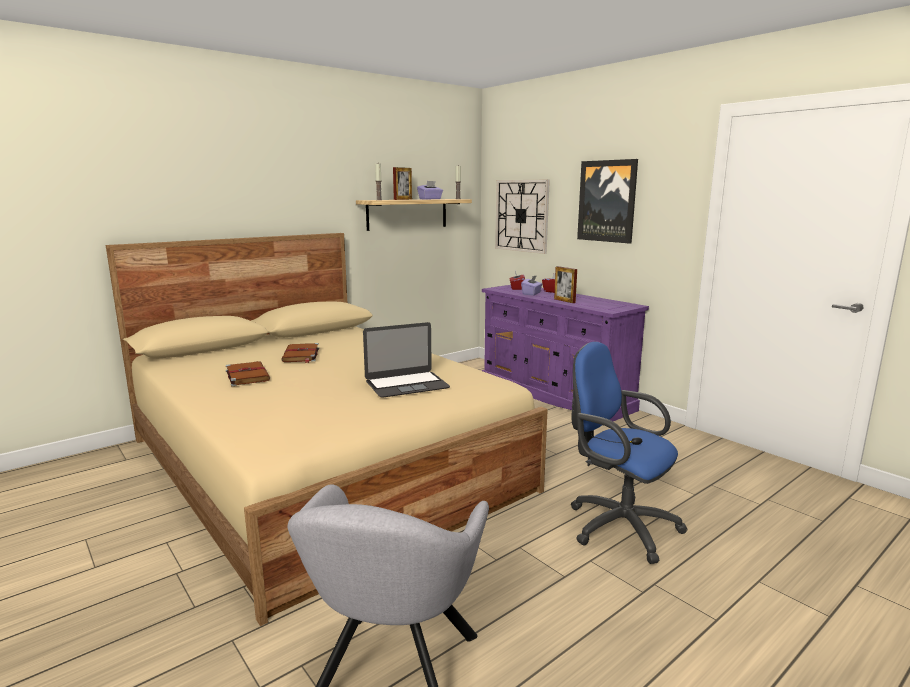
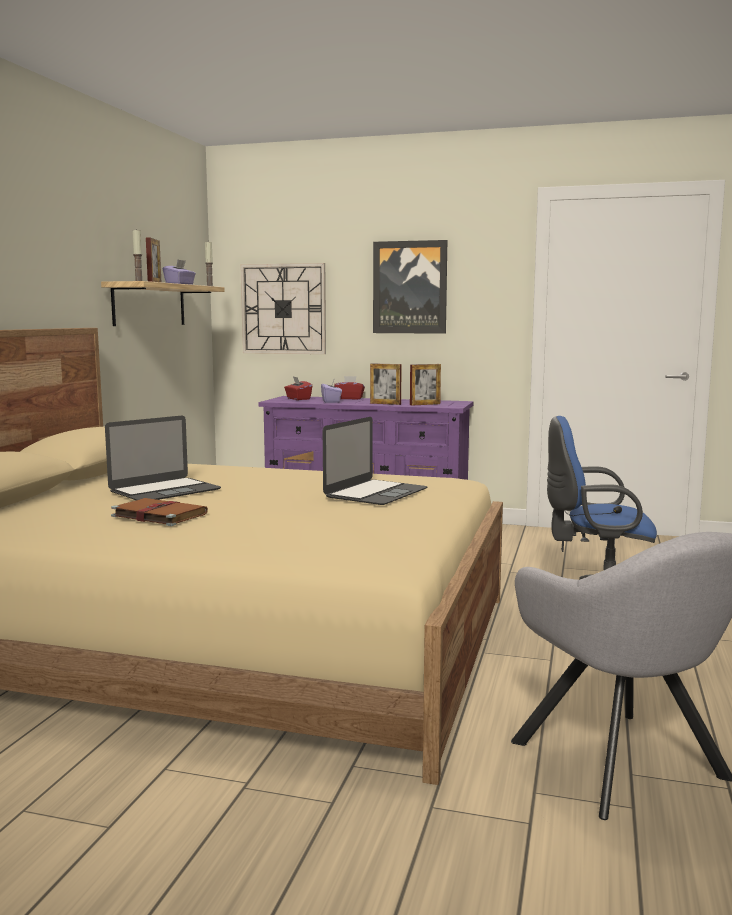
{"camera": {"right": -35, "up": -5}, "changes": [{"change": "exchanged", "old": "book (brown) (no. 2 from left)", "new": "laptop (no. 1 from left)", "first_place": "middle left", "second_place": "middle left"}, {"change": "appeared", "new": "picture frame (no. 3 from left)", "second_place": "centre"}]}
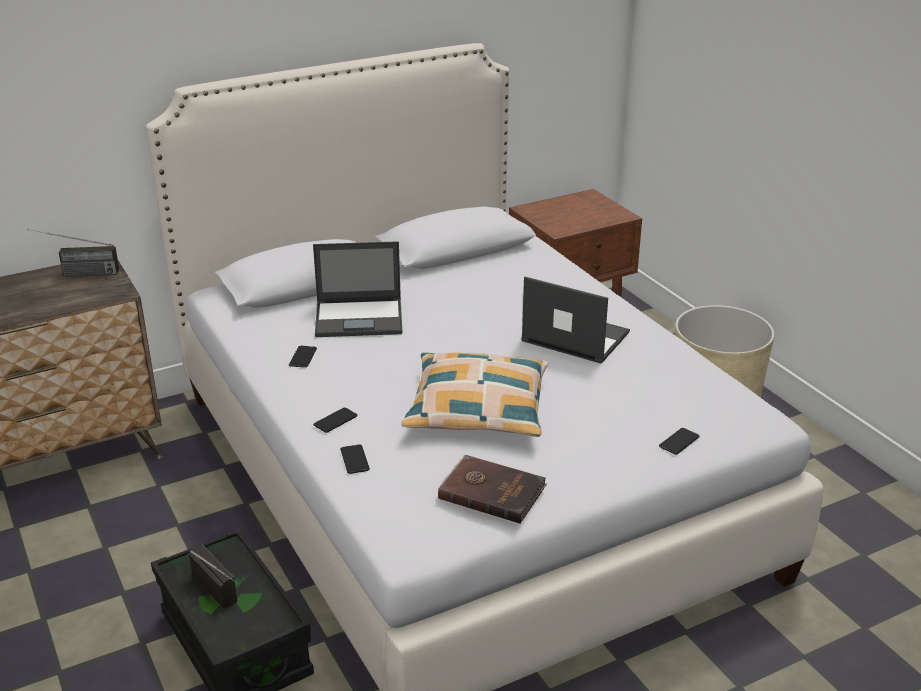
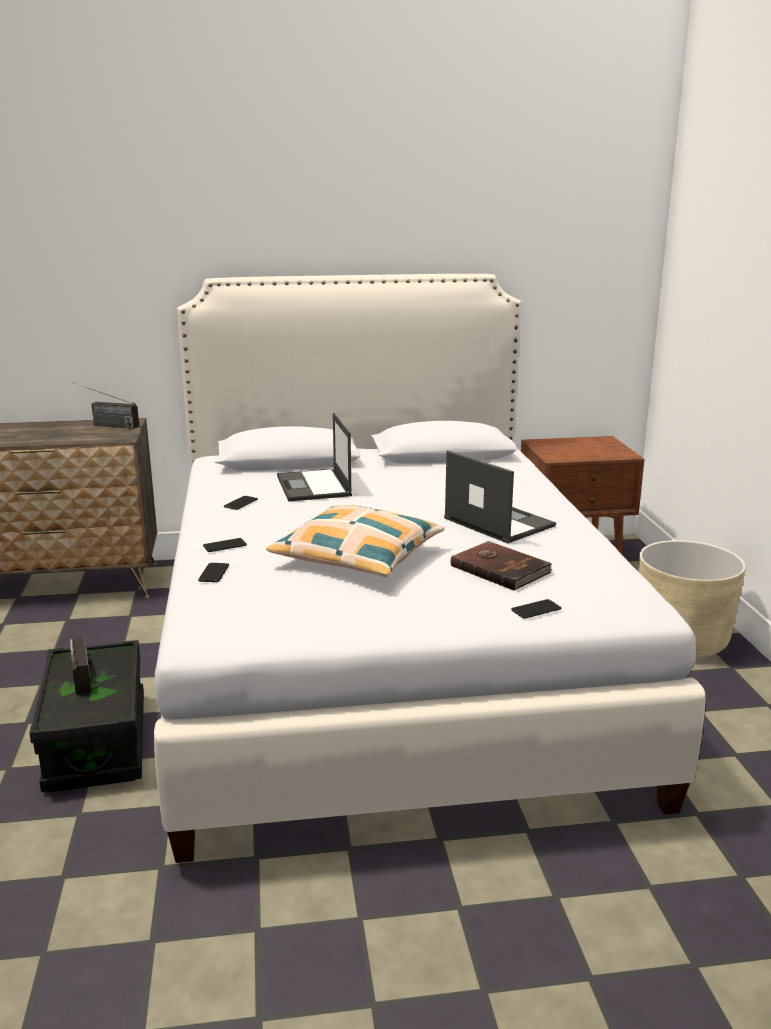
{"camera": {"right": 20, "up": -10}, "changes": [{"change": "spun", "old": "laptop (no. 1 from left)", "first_place": "centre", "second_place": "centre", "degrees": 60}, {"change": "relocated", "old": "book (brown)", "first_place": "bottom centre", "second_place": "centre"}]}
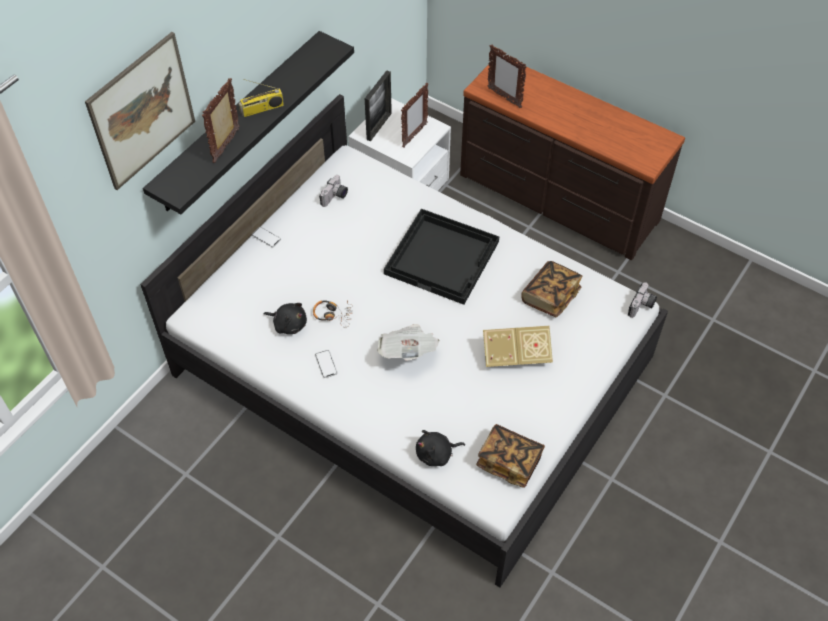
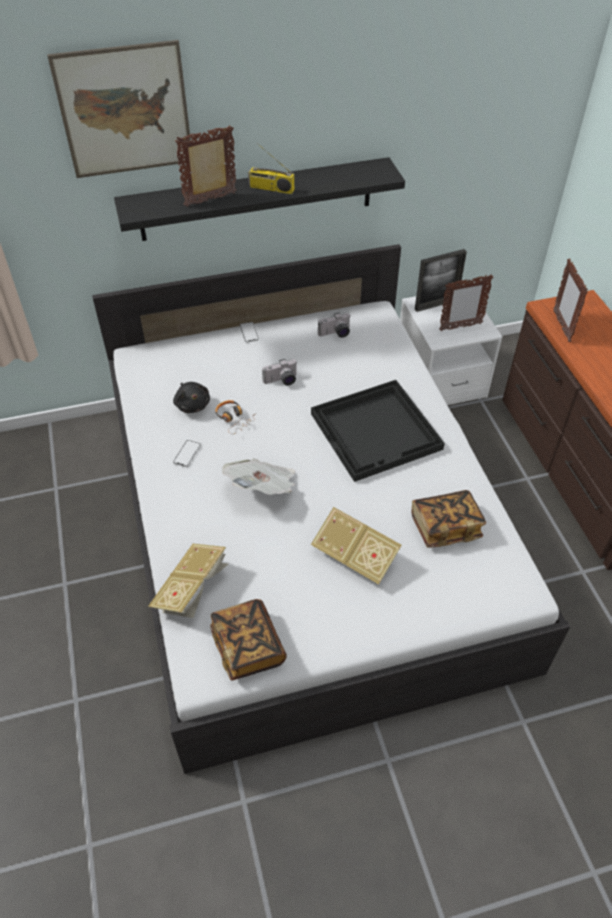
{"camera": {"right": 40, "up": -5}, "changes": [{"change": "exchanged", "old": "plush toy (black) (no. 2 from left)", "new": "book (no. 1 from left)", "first_place": "bottom centre", "second_place": "middle left"}, {"change": "relocated", "old": "photo camera (no. 2 from left in the first image)", "new": "photo camera (no. 1 from left)", "first_place": "middle right", "second_place": "centre"}]}
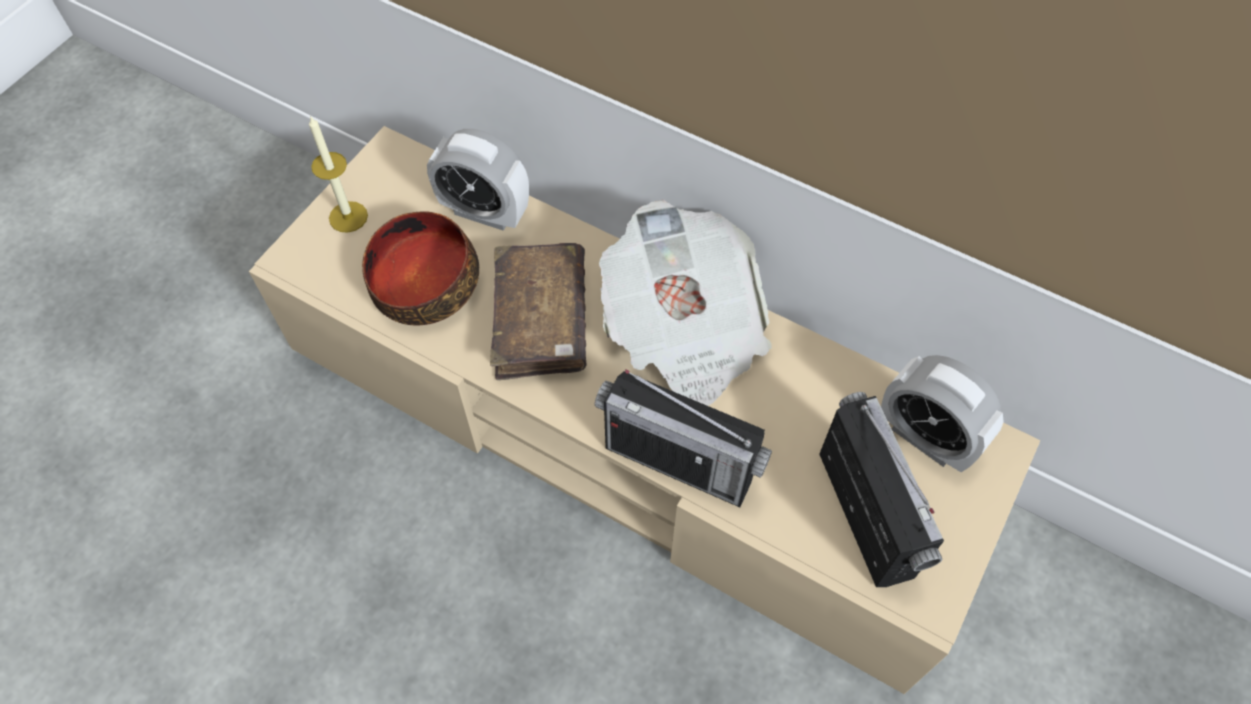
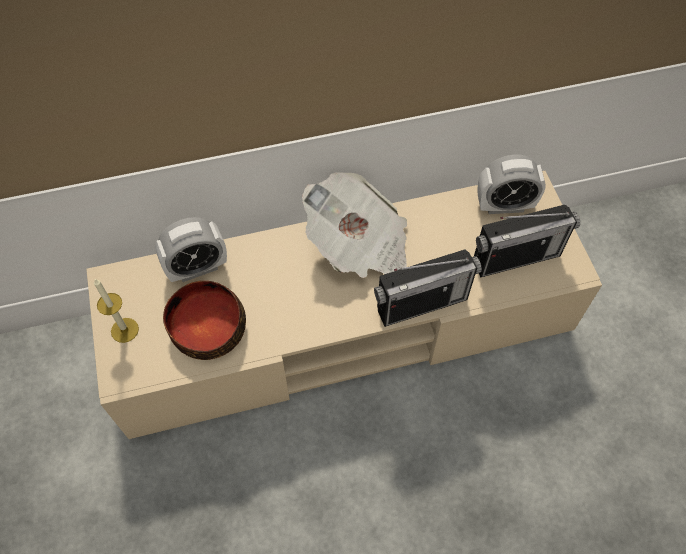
{"camera": {"right": -45, "up": 0}, "changes": [{"change": "missing", "old": "book (brown)", "first_place": "centre"}, {"change": "spun", "old": "radio (no. 2 from left)", "first_place": "bottom right", "second_place": "middle right", "degrees": 135}]}
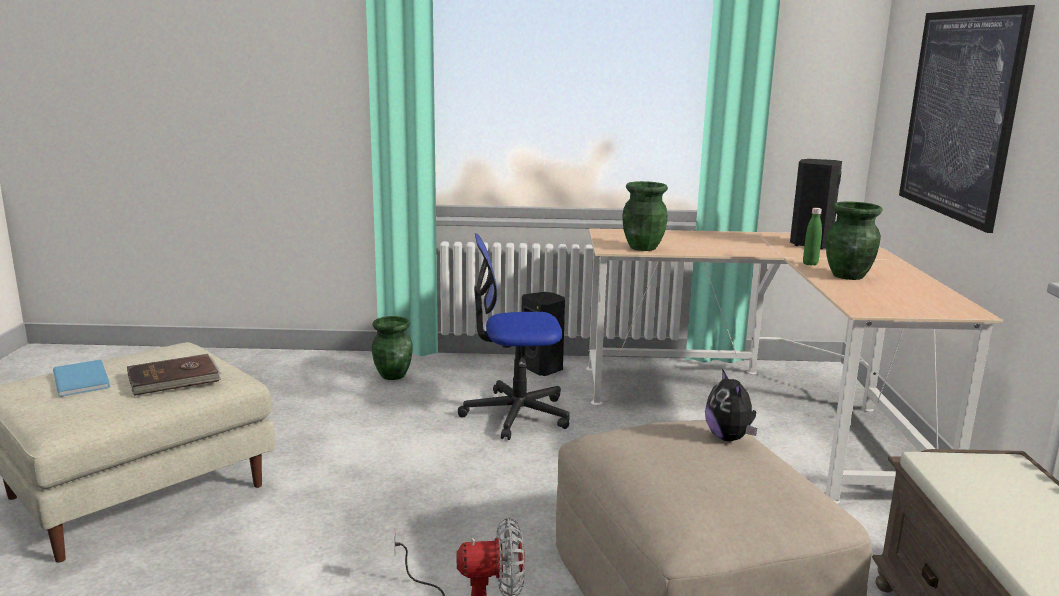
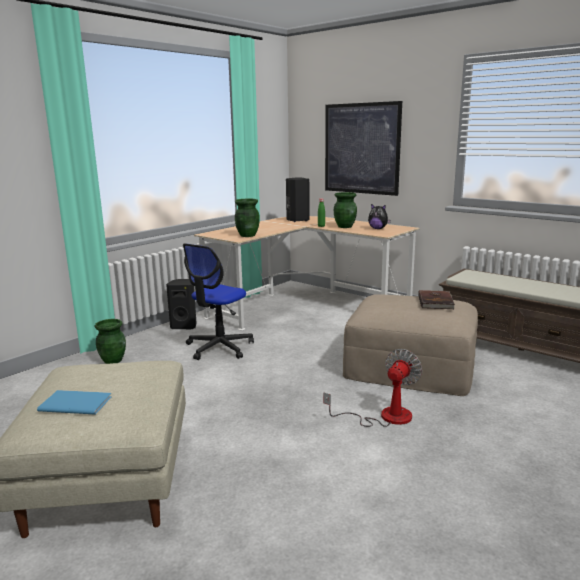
{"camera": {"right": -50, "up": 0}, "changes": [{"change": "relocated", "old": "book (brown)", "first_place": "middle left", "second_place": "middle right"}, {"change": "relocated", "old": "plush toy", "first_place": "bottom right", "second_place": "centre"}]}
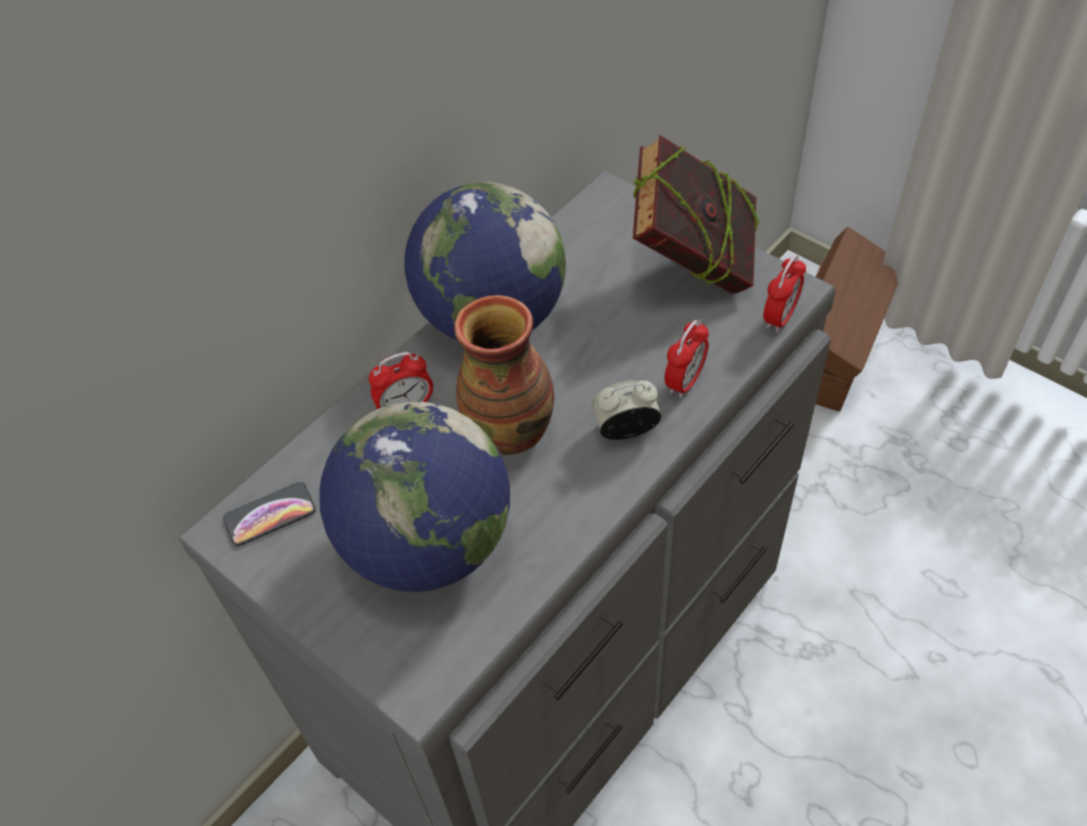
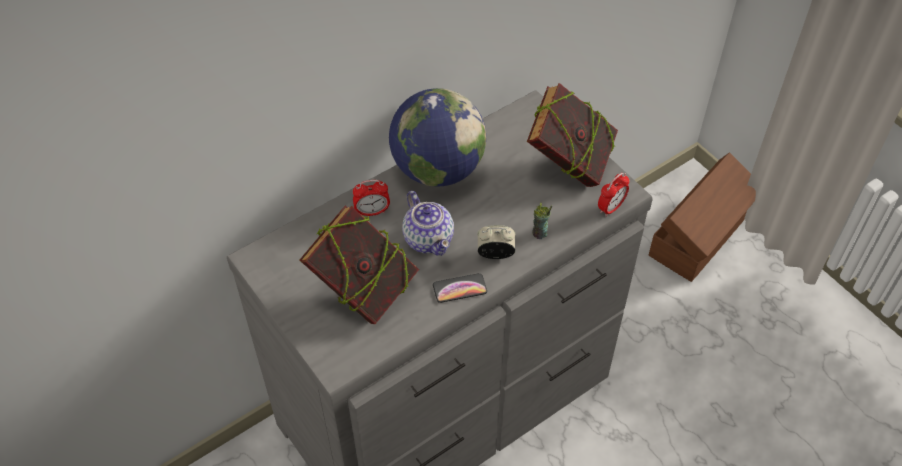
{"camera": {"right": 10, "up": 0}, "changes": [{"change": "relocated", "old": "phone", "first_place": "middle left", "second_place": "centre"}, {"change": "exchanged", "old": "globe (no. 1 from left)", "new": "book (no. 1 from left)", "first_place": "centre", "second_place": "centre"}, {"change": "exchanged", "old": "vase", "new": "teapot", "first_place": "centre", "second_place": "centre"}, {"change": "exchanged", "old": "alarm clock (no. 3 from left)", "new": "cup", "first_place": "centre", "second_place": "centre"}]}
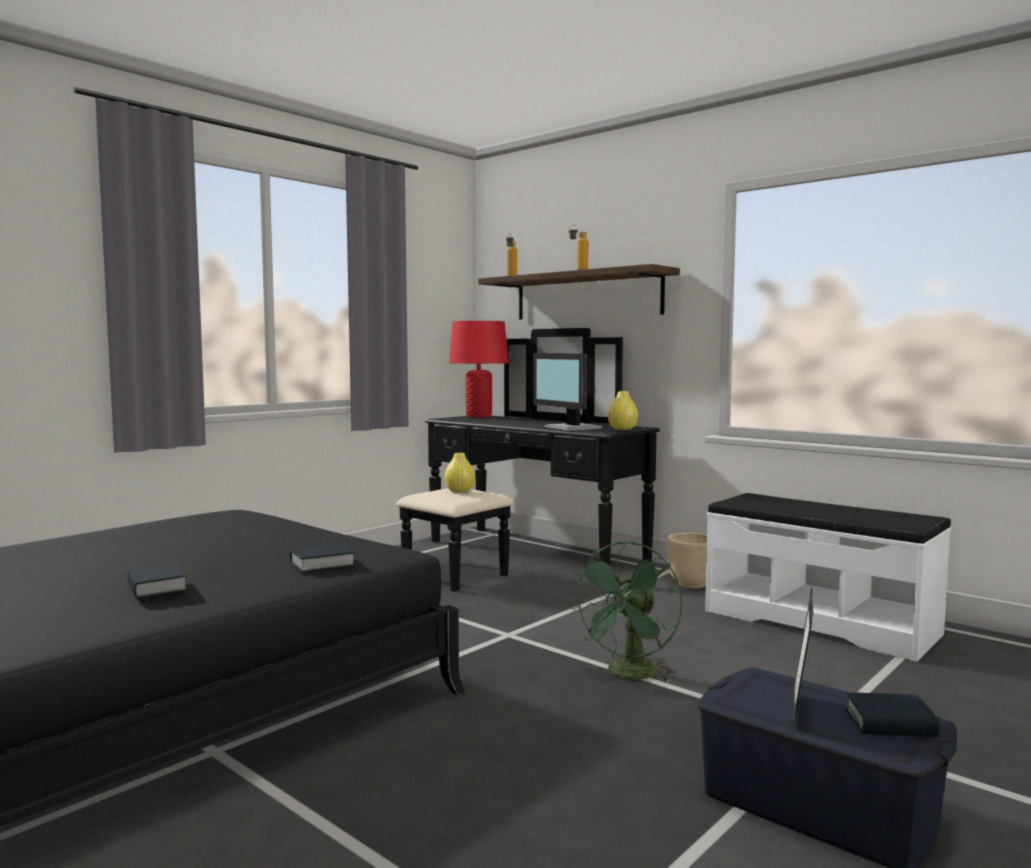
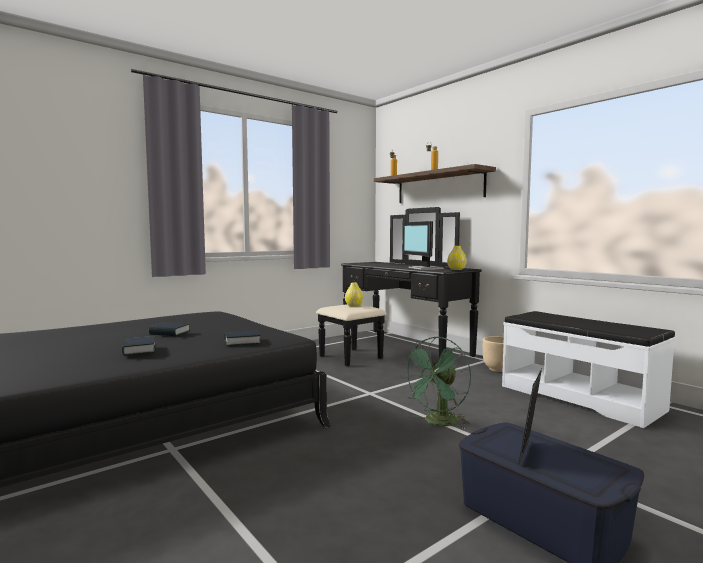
{"camera": {"right": 10, "up": 0}, "changes": [{"change": "missing", "old": "table lamp (red)", "first_place": "centre"}, {"change": "relocated", "old": "book (no. 3 from left in the first image)", "new": "book (no. 2 from left)", "first_place": "bottom right", "second_place": "middle left"}]}
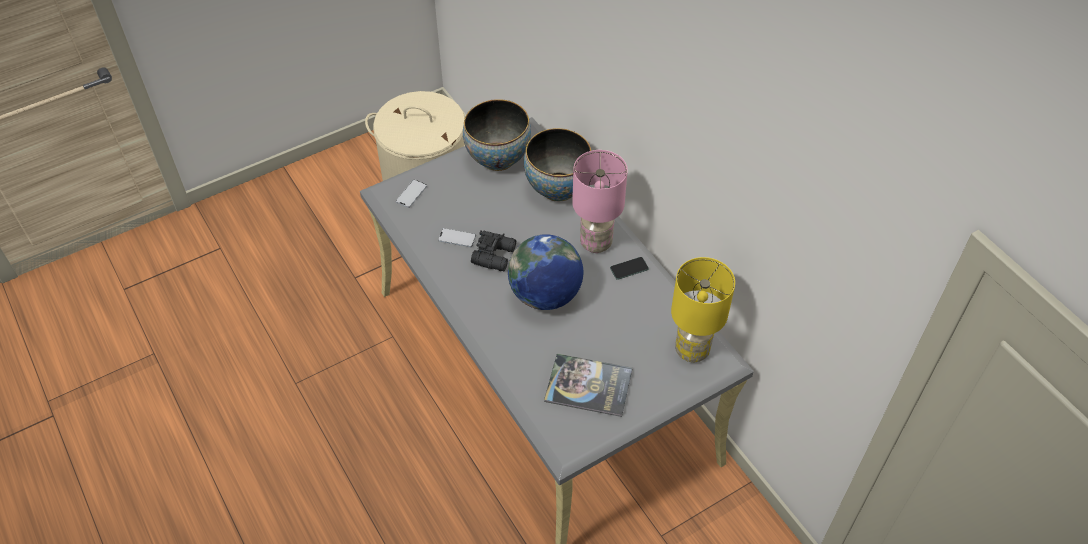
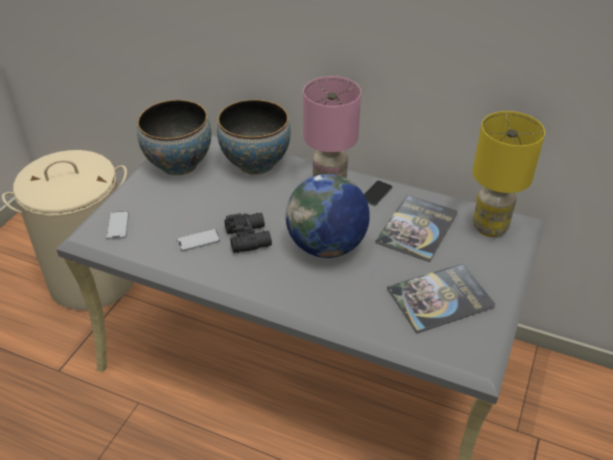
{"camera": {"right": -35, "up": -10}, "changes": [{"change": "appeared", "new": "book (no. 1 from left)", "second_place": "middle right"}]}
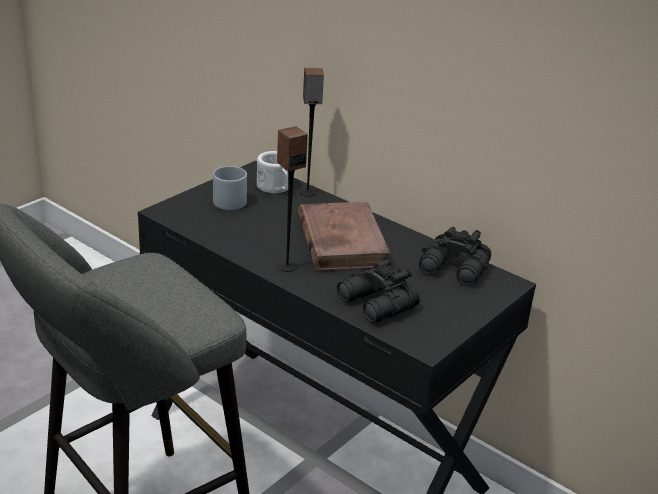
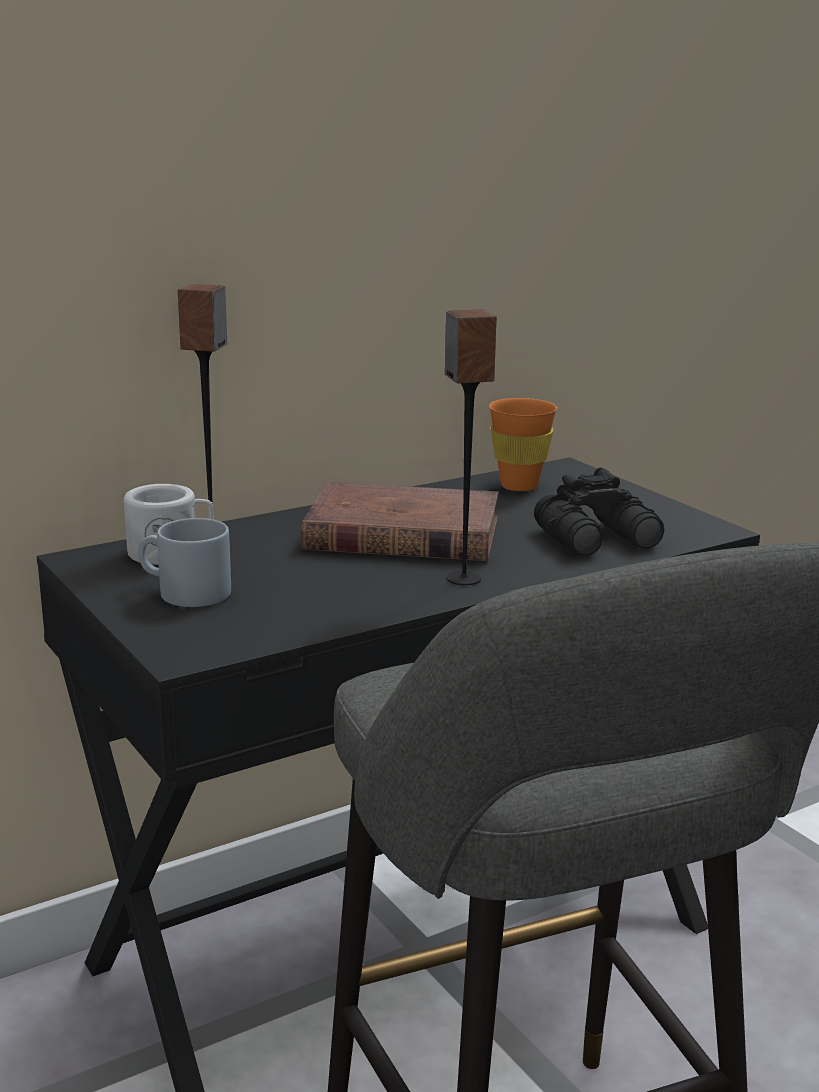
{"camera": {"right": -70, "up": -10}, "changes": [{"change": "exchanged", "old": "binoculars (black) (no. 2 from left)", "new": "cup (orange)", "first_place": "middle right", "second_place": "centre"}]}
